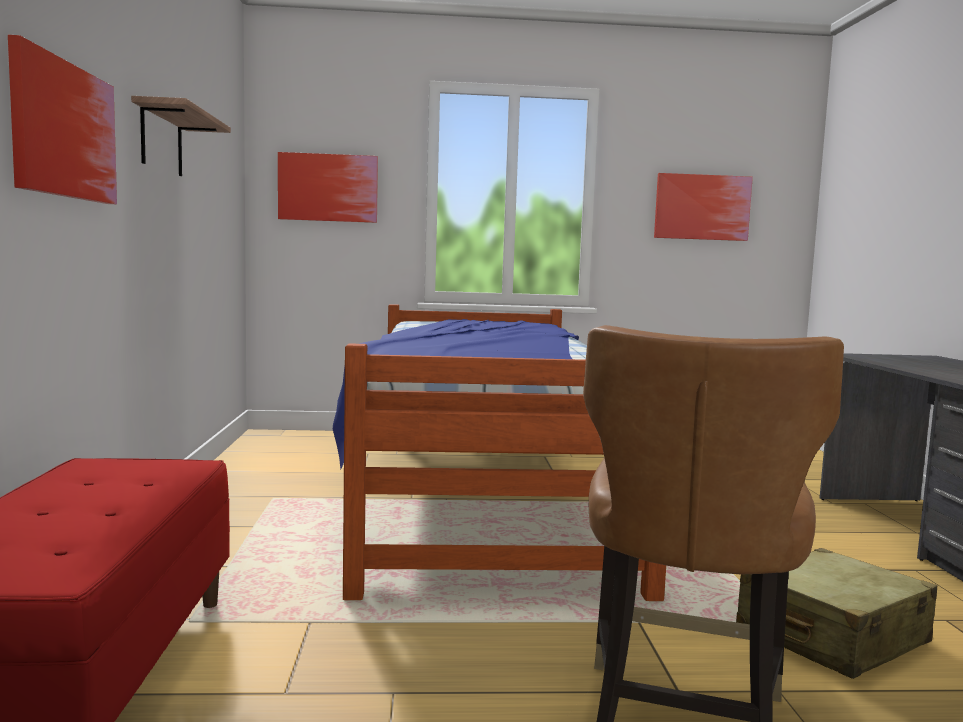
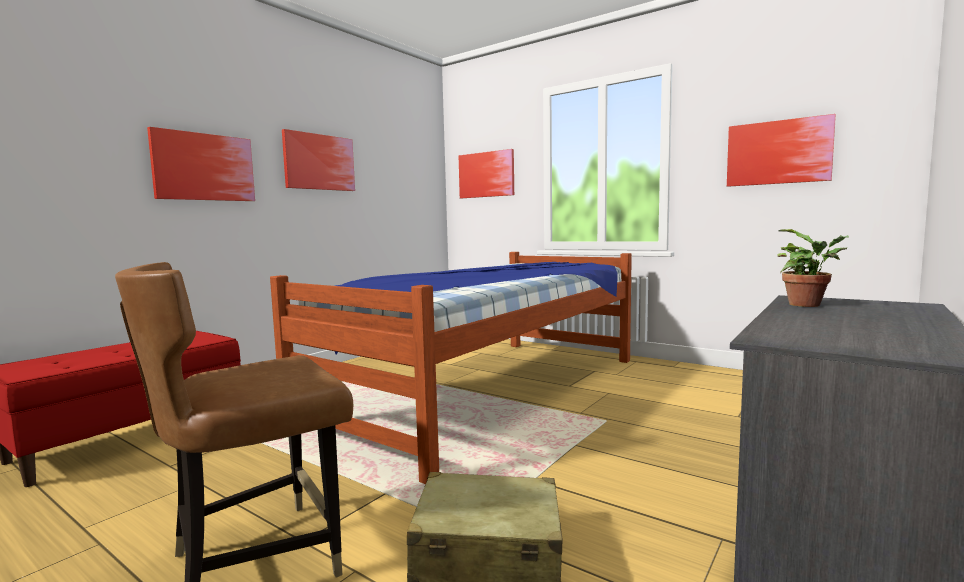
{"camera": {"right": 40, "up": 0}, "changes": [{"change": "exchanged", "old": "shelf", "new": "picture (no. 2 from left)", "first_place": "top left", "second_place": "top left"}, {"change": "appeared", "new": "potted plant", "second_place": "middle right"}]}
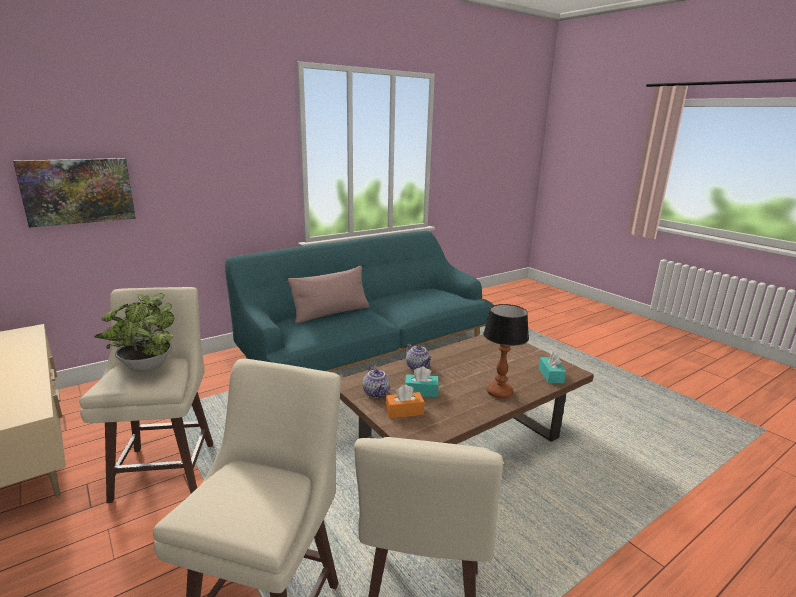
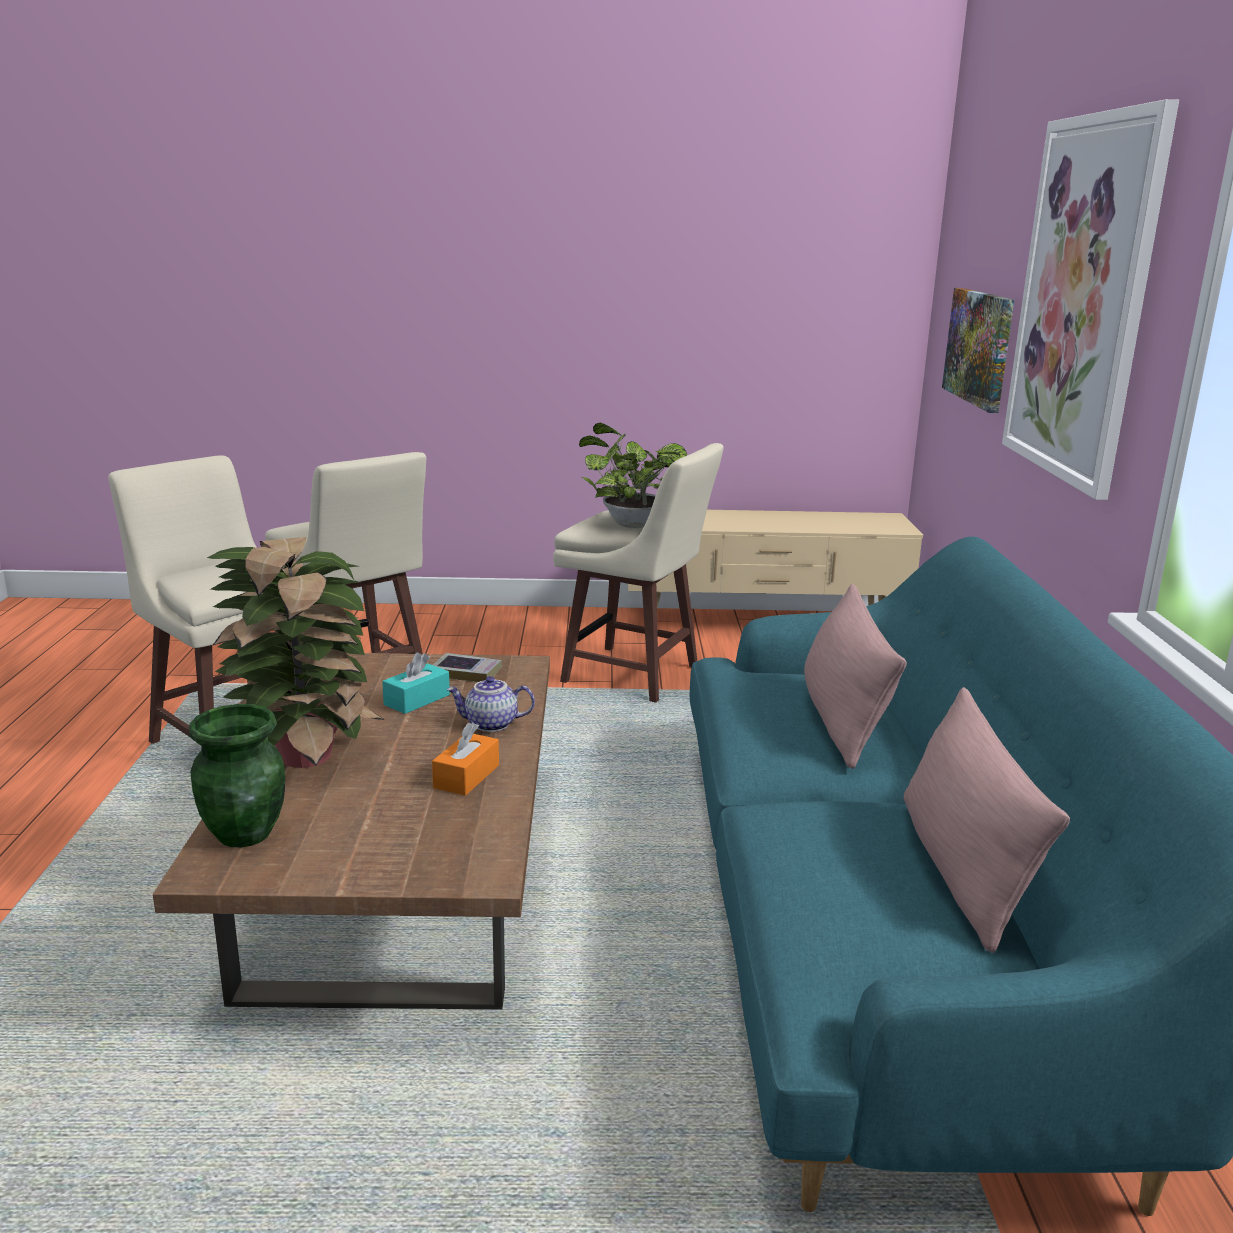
{"camera": {"right": 125, "up": 0}, "changes": [{"change": "exchanged", "old": "teapot (no. 1 from left)", "new": "book", "first_place": "centre", "second_place": "centre"}, {"change": "relocated", "old": "tissue box (orange)", "first_place": "bottom centre", "second_place": "centre"}, {"change": "exchanged", "old": "table lamp", "new": "potted plant (no. 1 from left)", "first_place": "centre", "second_place": "middle left"}, {"change": "exchanged", "old": "tissue box (turquoise) (no. 2 from left)", "new": "vase (green)", "first_place": "middle right", "second_place": "middle left"}, {"change": "appeared", "new": "pillow (pink) (no. 2 from left)", "second_place": "middle right"}, {"change": "appeared", "new": "picture (no. 2 from left)", "second_place": "top right"}]}
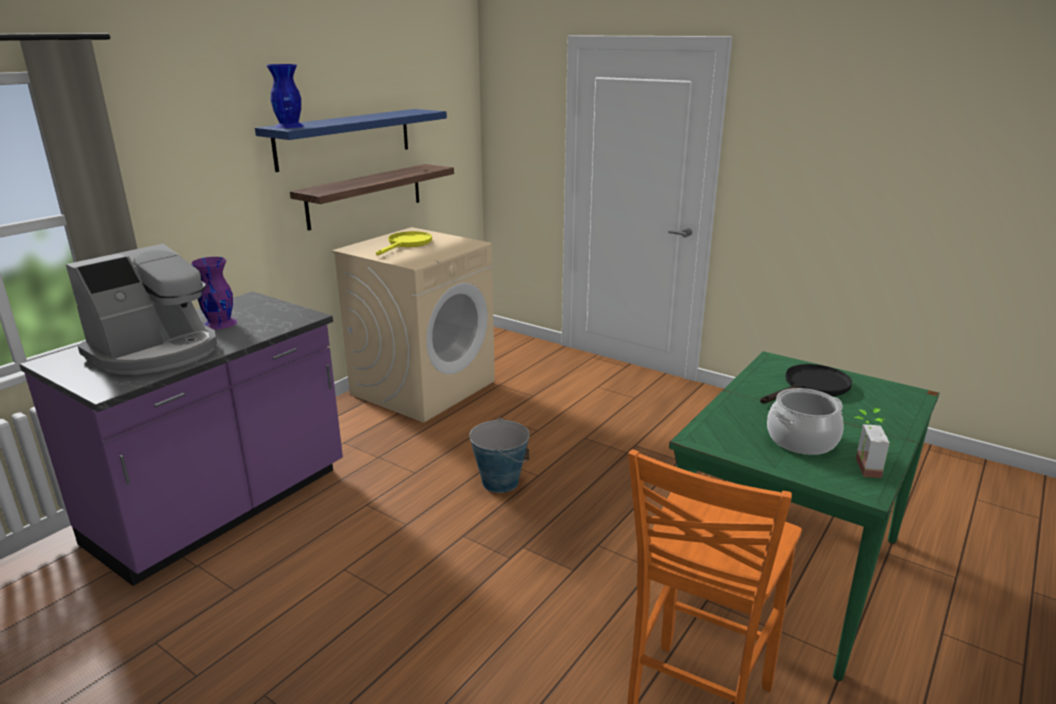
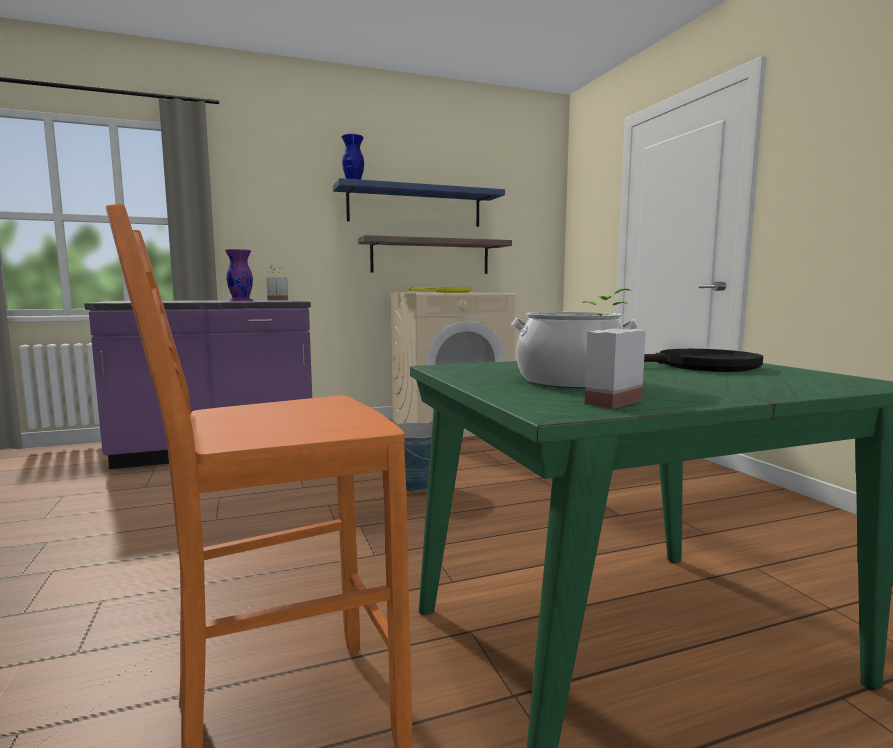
{"camera": {"right": 35, "up": -15}, "changes": [{"change": "missing", "old": "coffee machine", "first_place": "middle left"}, {"change": "appeared", "new": "potted plant (no. 1 from left)", "second_place": "middle left"}]}
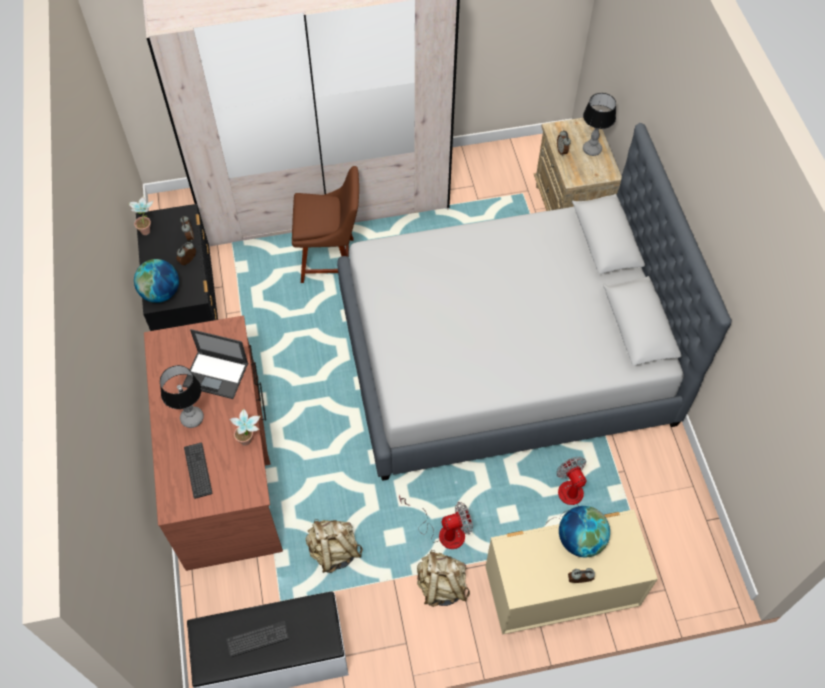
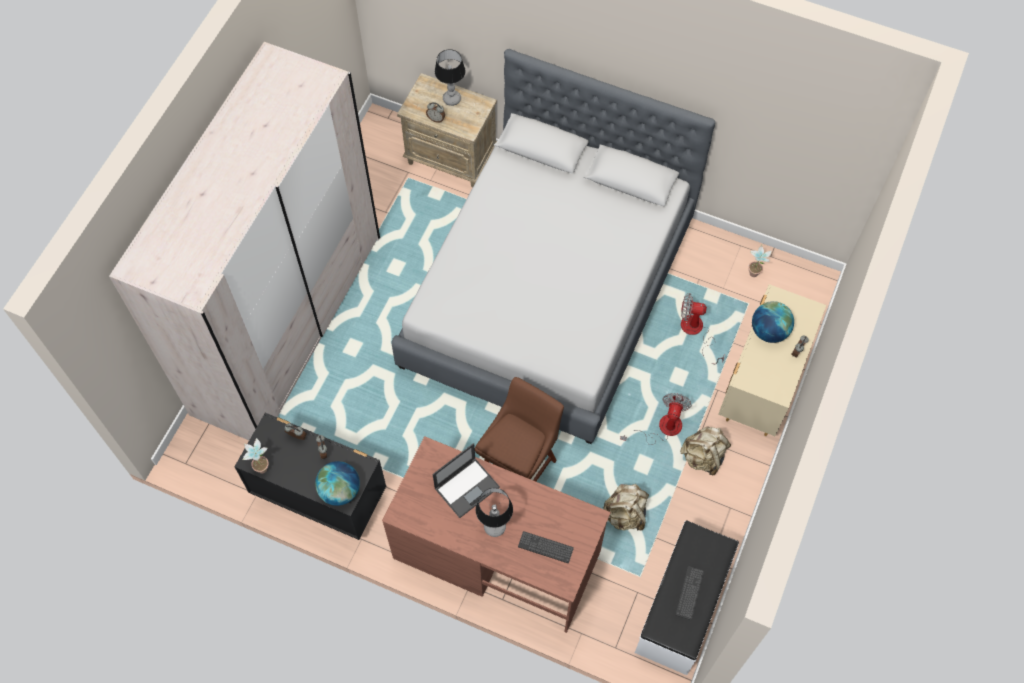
{"camera": {"right": -55, "up": 5}, "changes": [{"change": "relocated", "old": "potted plant (no. 2 from left)", "first_place": "middle left", "second_place": "middle right"}, {"change": "relocated", "old": "chair (brown)", "first_place": "top centre", "second_place": "centre"}]}
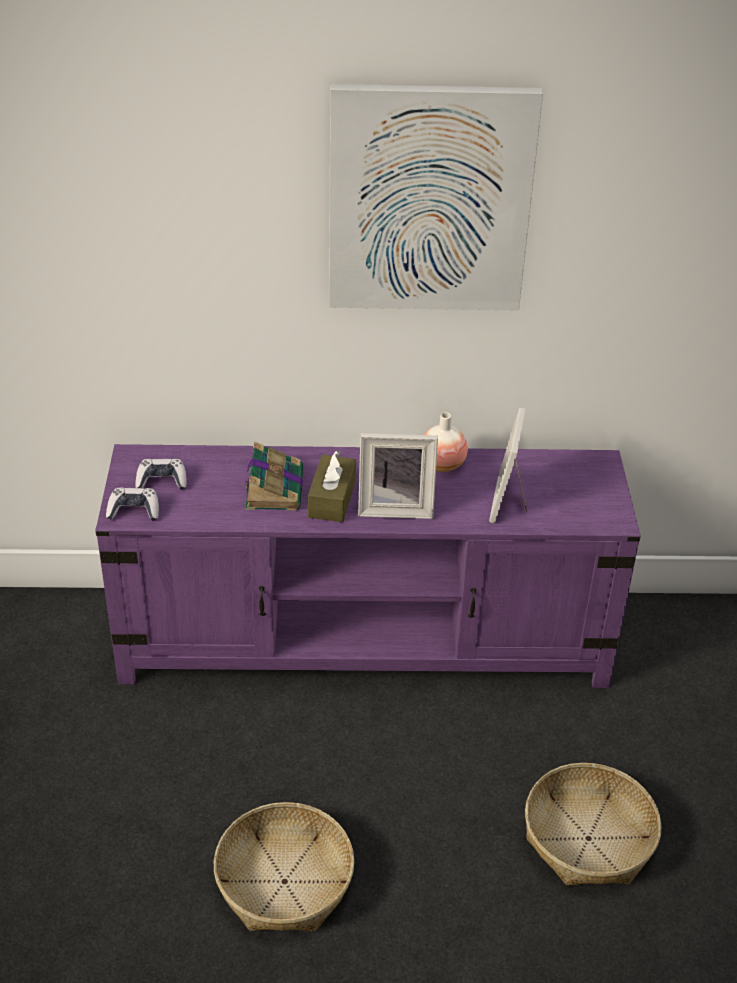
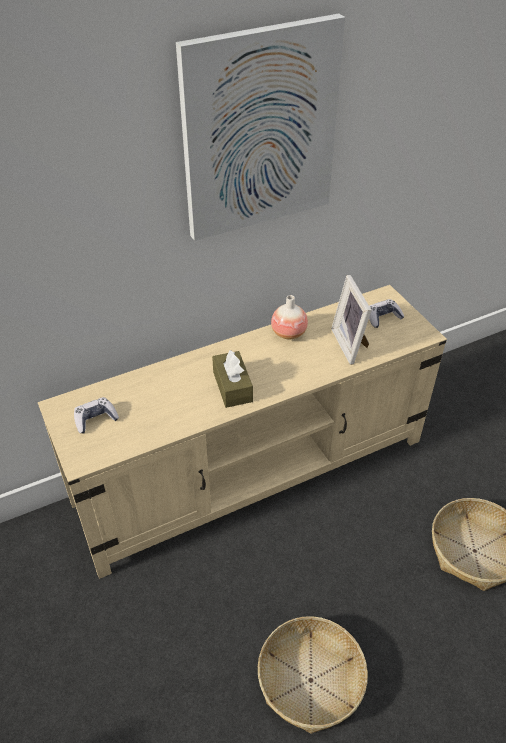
{"camera": {"right": -25, "up": 5}, "changes": [{"change": "colour", "old": "tv stand (purple)", "new": "tv stand (beige)", "first_place": "centre", "second_place": "centre"}, {"change": "relocated", "old": "game controller (no. 1 from left in the first image)", "new": "game controller (no. 2 from left)", "first_place": "middle left", "second_place": "middle right"}, {"change": "missing", "old": "book", "first_place": "centre"}, {"change": "missing", "old": "picture frame (no. 1 from left)", "first_place": "centre"}]}
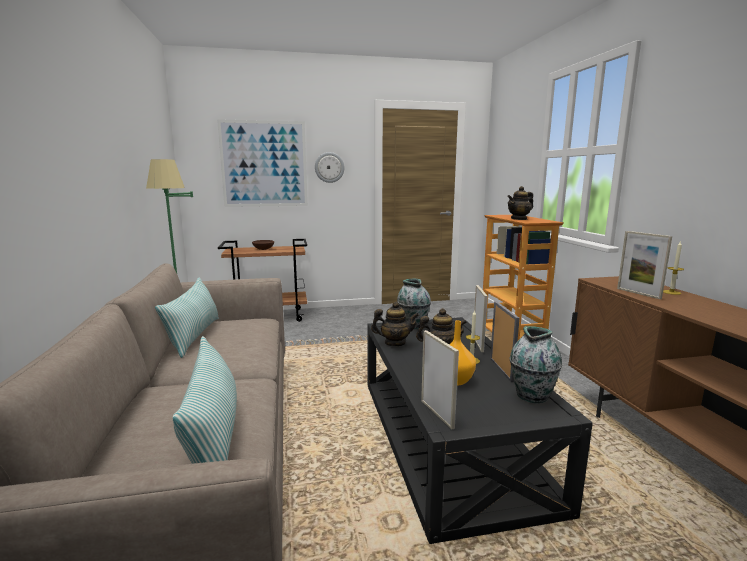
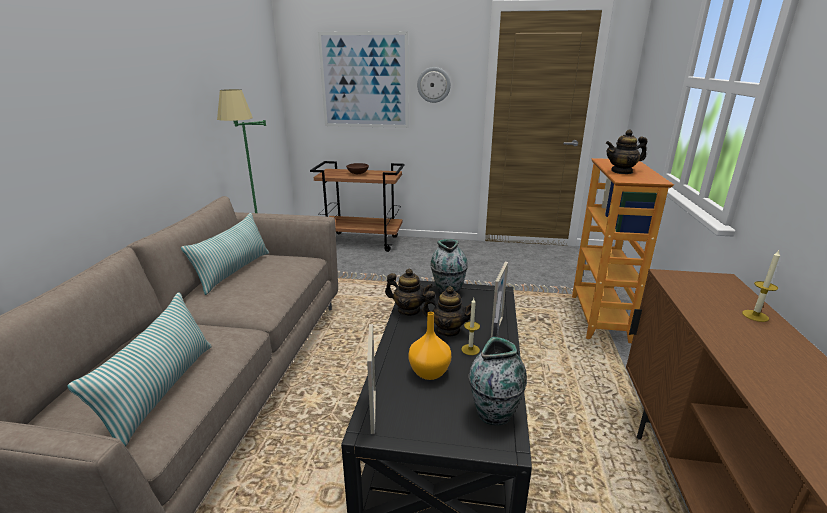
{"camera": {"right": 20, "up": 10}, "changes": [{"change": "missing", "old": "picture frame (no. 4 from left)", "first_place": "middle right"}]}
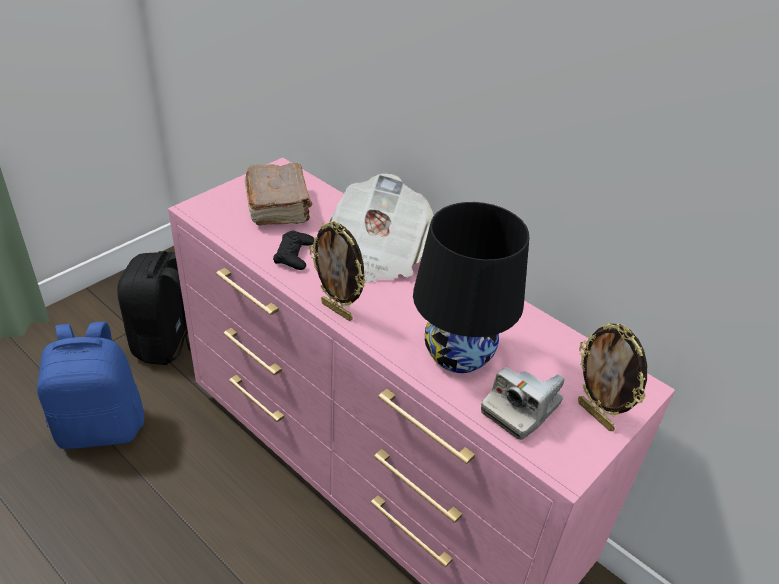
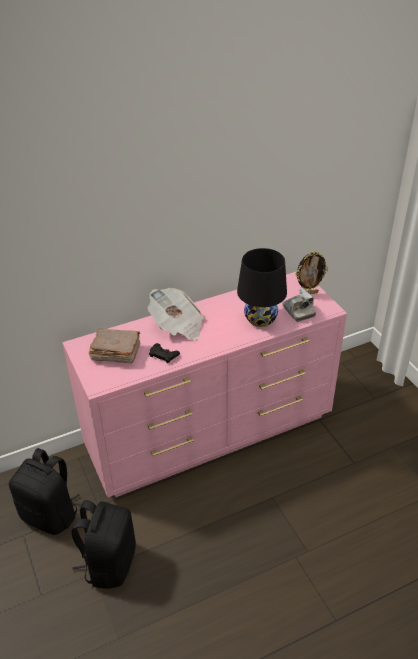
{"camera": {"right": -65, "up": 0}, "changes": [{"change": "colour", "old": "backpack (blue)", "new": "backpack (black) (no. 2 from left)", "first_place": "middle left", "second_place": "bottom left"}, {"change": "missing", "old": "picture frame (no. 1 from left)", "first_place": "centre"}]}
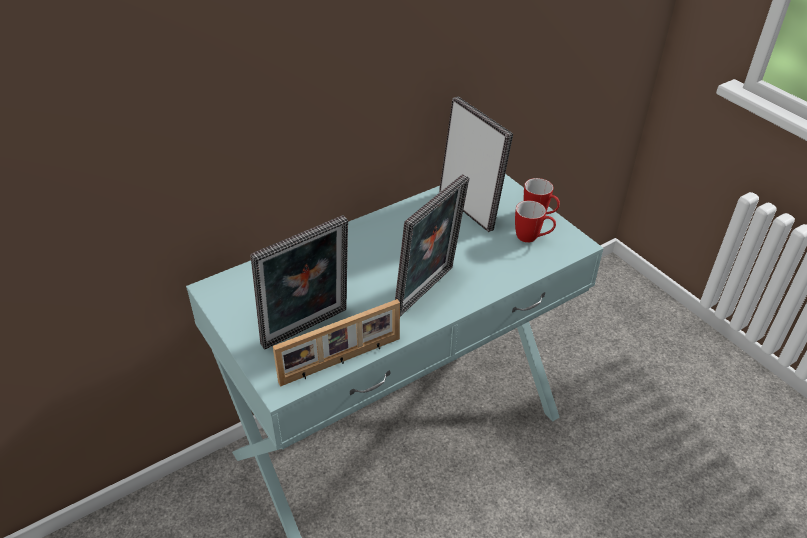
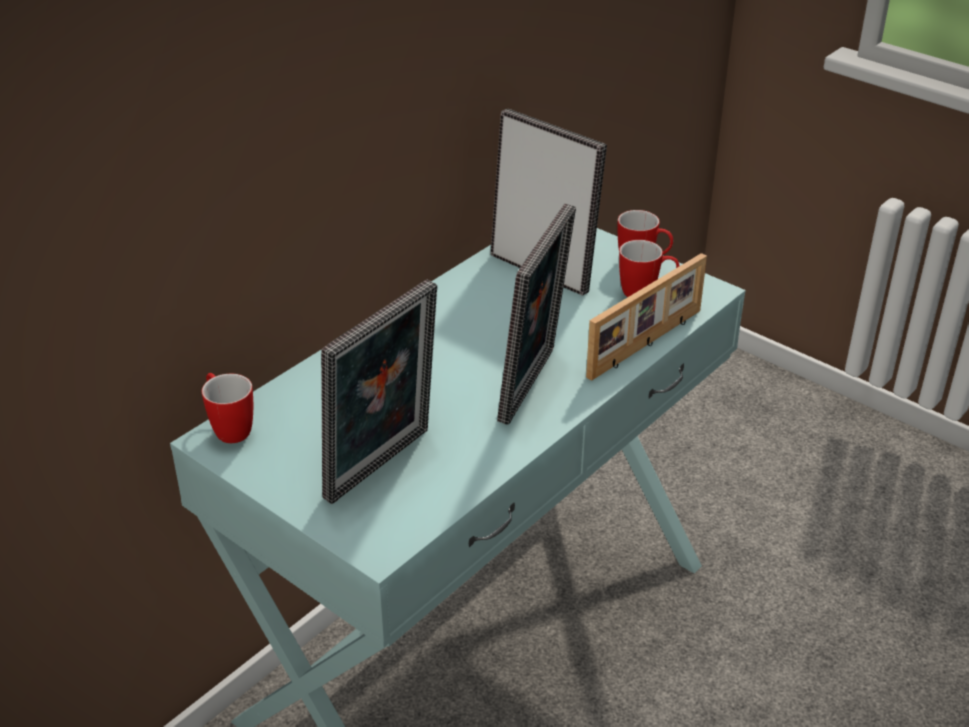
{"camera": {"right": -15, "up": -5}, "changes": [{"change": "relocated", "old": "picture frame (no. 2 from left in the first image)", "new": "picture frame (no. 4 from left)", "first_place": "centre", "second_place": "middle right"}, {"change": "appeared", "new": "mug (no. 1 from left)", "second_place": "middle left"}]}
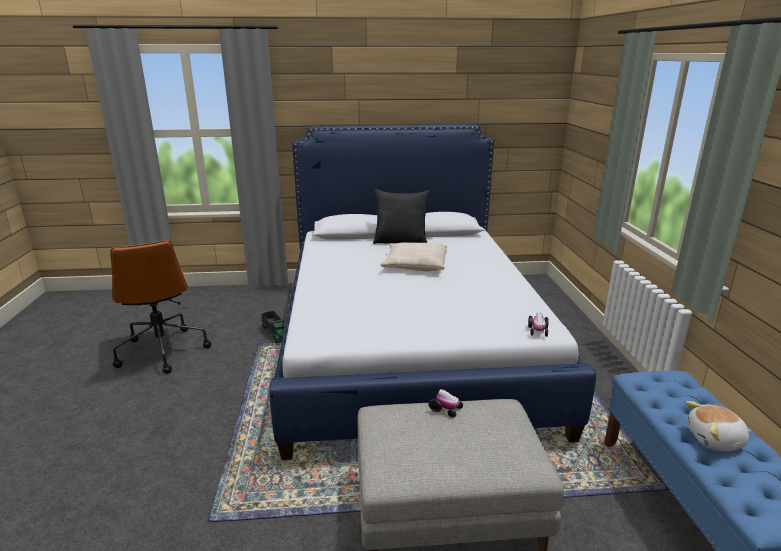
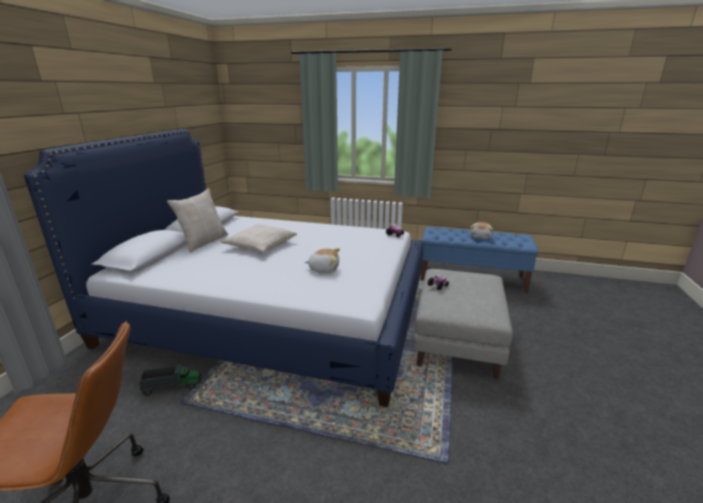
{"camera": {"right": -70, "up": 0}, "changes": [{"change": "colour", "old": "pillow (black)", "new": "pillow (beige) (no. 1 from left)", "first_place": "centre", "second_place": "middle left"}, {"change": "appeared", "new": "plush toy (no. 1 from left)", "second_place": "centre"}]}
